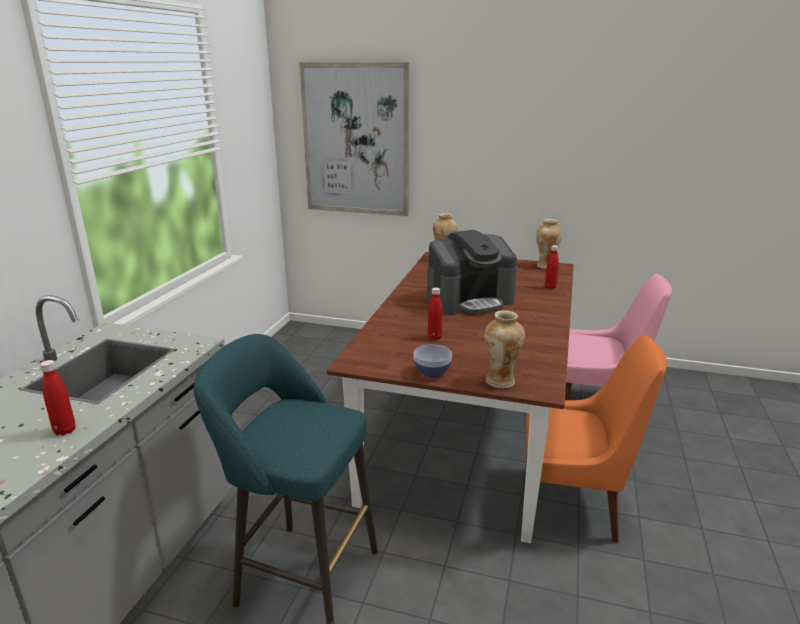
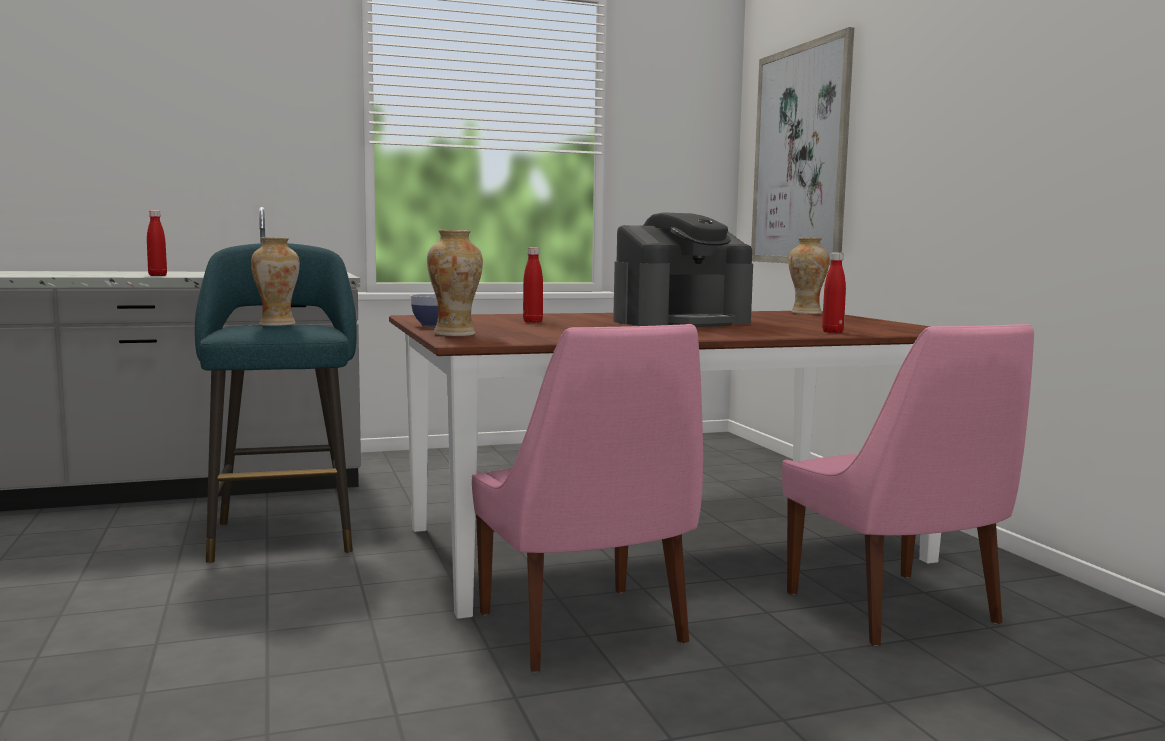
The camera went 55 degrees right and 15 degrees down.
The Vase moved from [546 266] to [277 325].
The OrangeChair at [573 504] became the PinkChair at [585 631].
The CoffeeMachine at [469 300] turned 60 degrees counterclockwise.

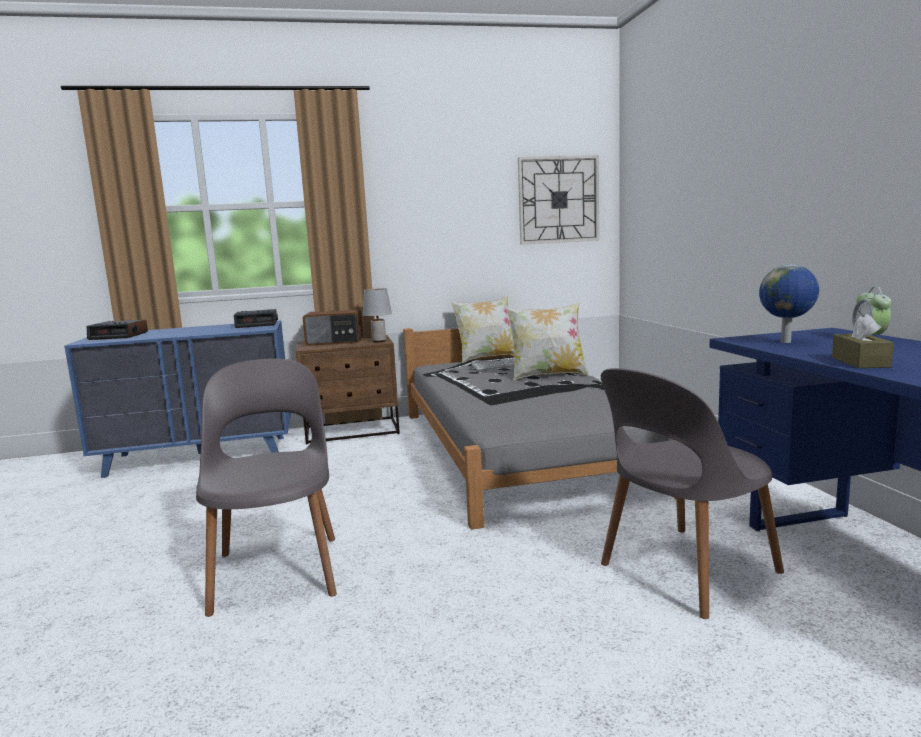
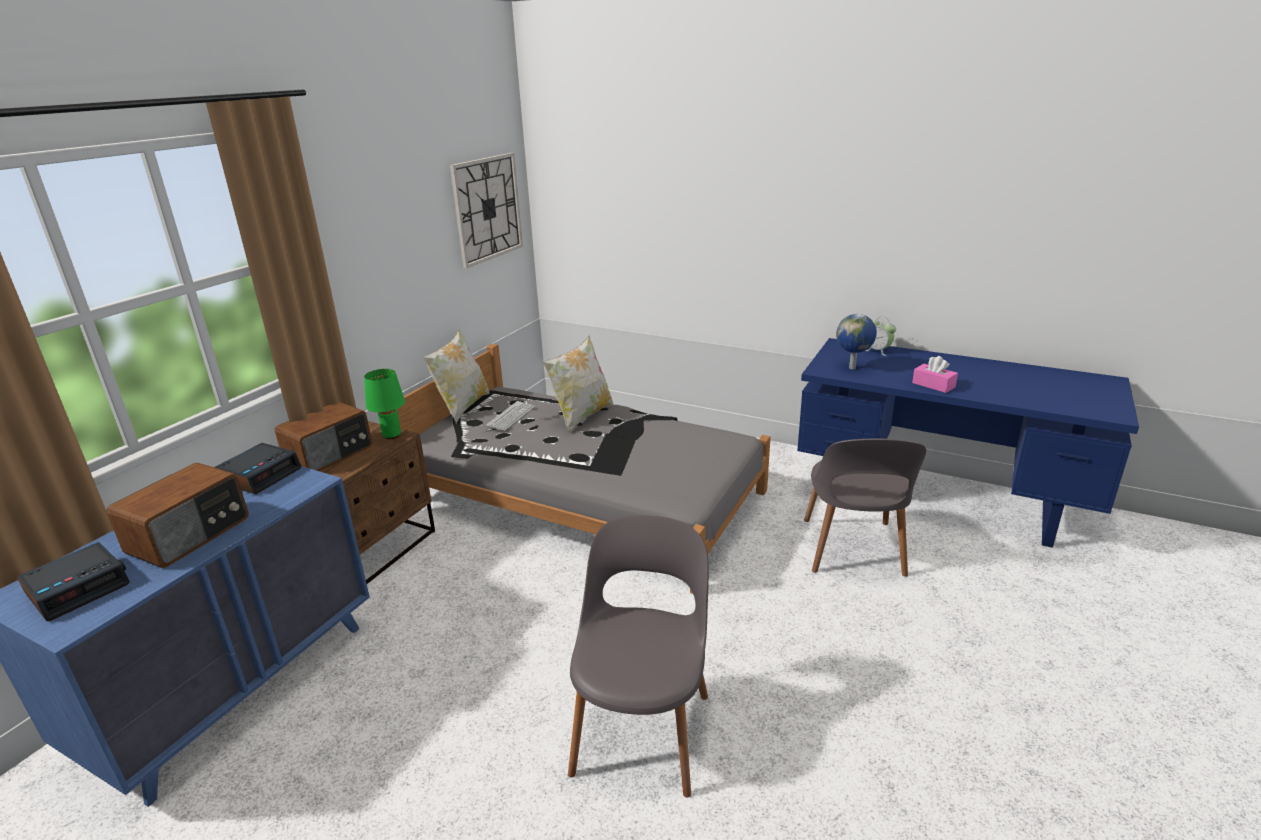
The camera went 50 degrees left and 15 degrees up.
The Radio at [191 535] appeared.
The GreyTableLamp at [378 341] became the GreenTableLamp at [391 436].
The GreyChair at [277 569] turned 75 degrees clockwise.
The BrownTissueBox at [860 362] became the PinkTissueBox at [933 385].

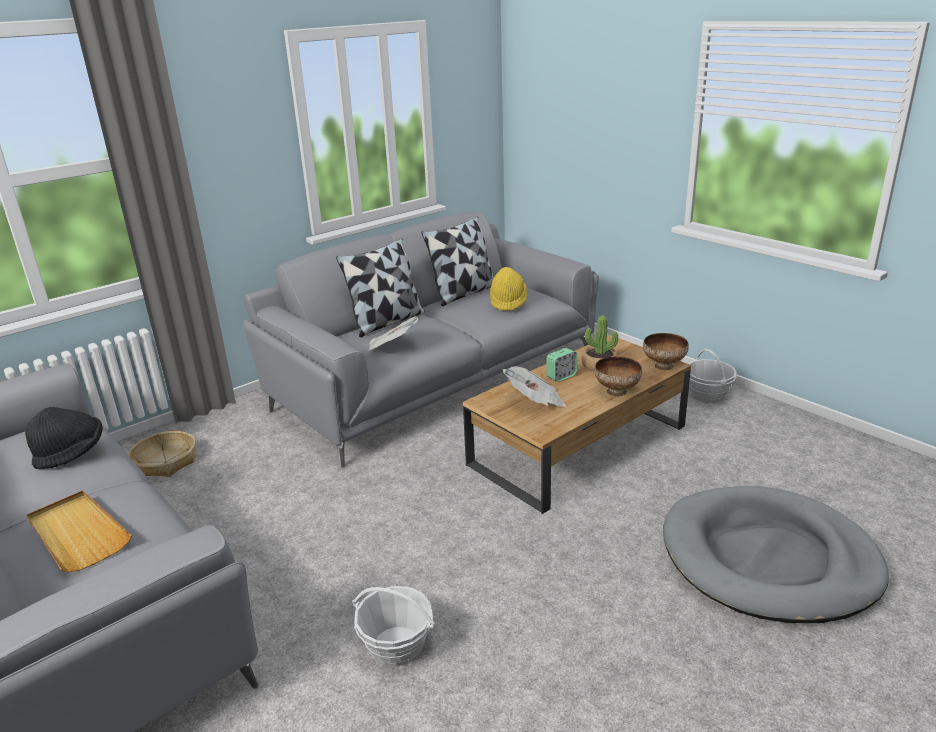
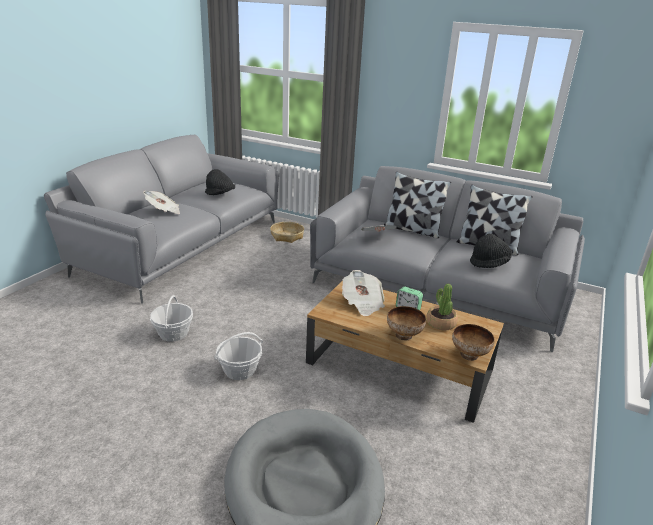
The camera went 65 degrees right and 0 degrees up.
The BeigeTray at [78 534] was replaced by the Newspaper at [163 211].
The Basket moved from [707 395] to [239 370].
The YellowHat at [508 302] became the BlackHat at [489 263].

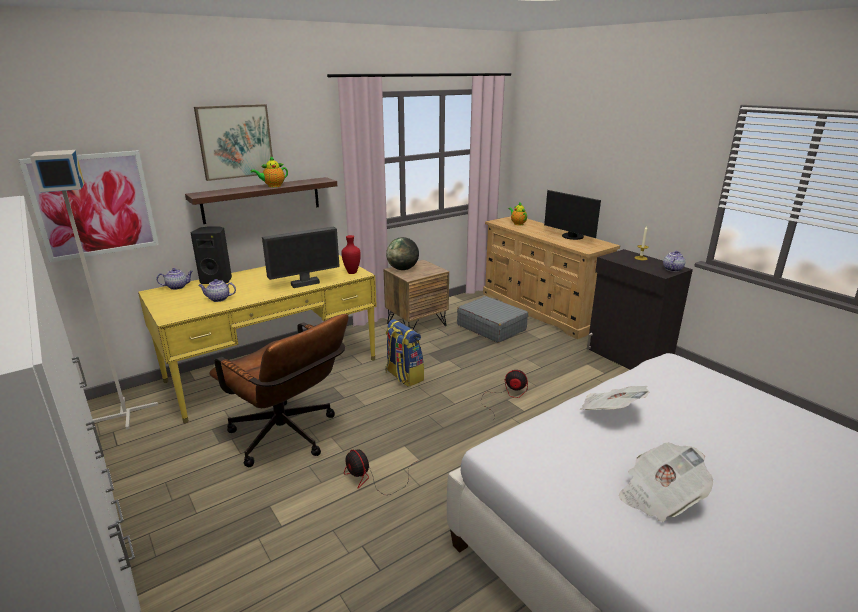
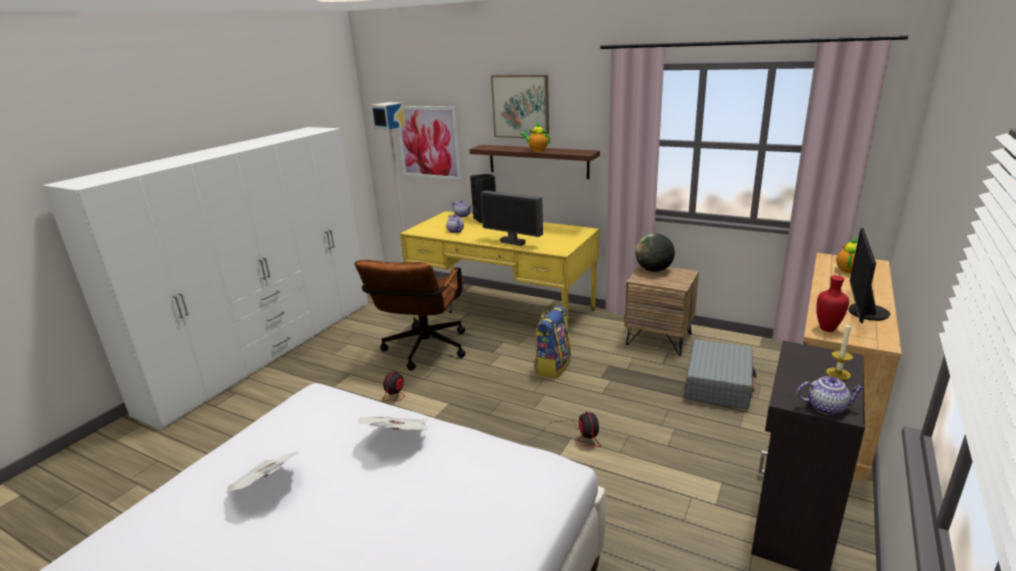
The camera went 65 degrees right and 0 degrees up.
The RedVase moved from [352 272] to [828 329].

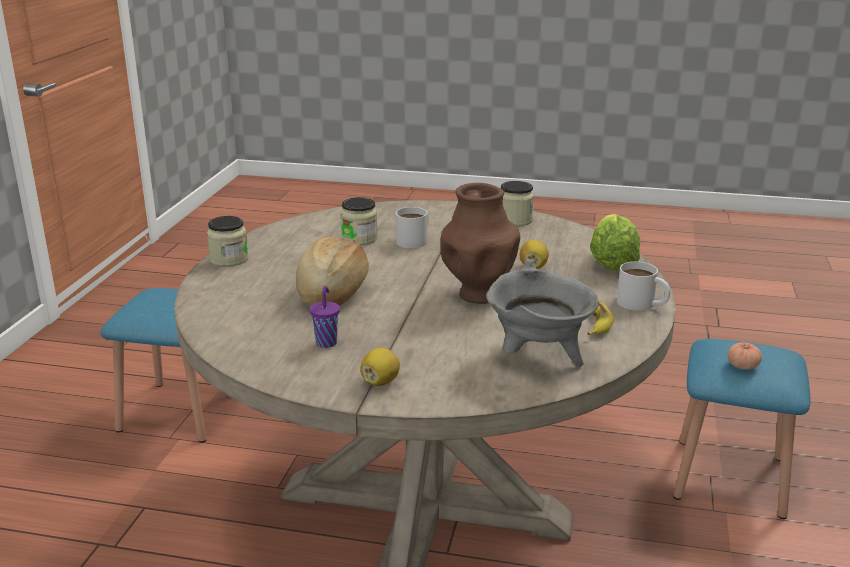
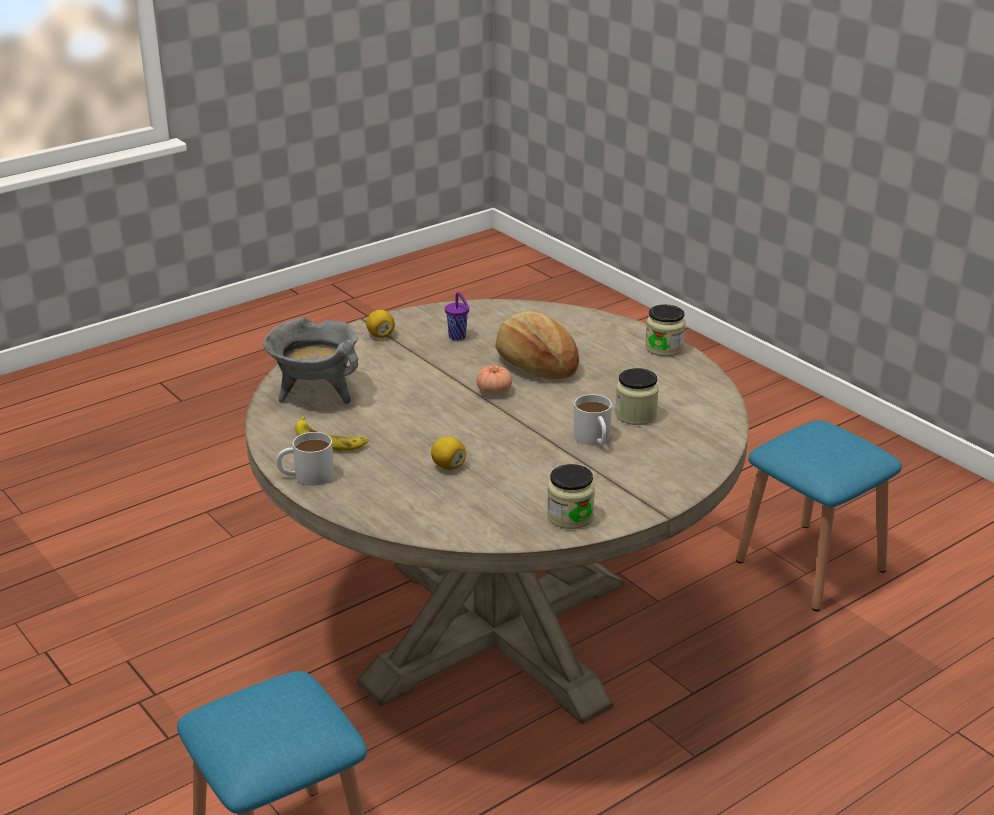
The camera went 130 degrees right and 5 degrees up.
The Tomato moved from [742 366] to [494 391].
The BrownVase at [478 295] disappeared.
The Lettuce at [612 263] disappeared.

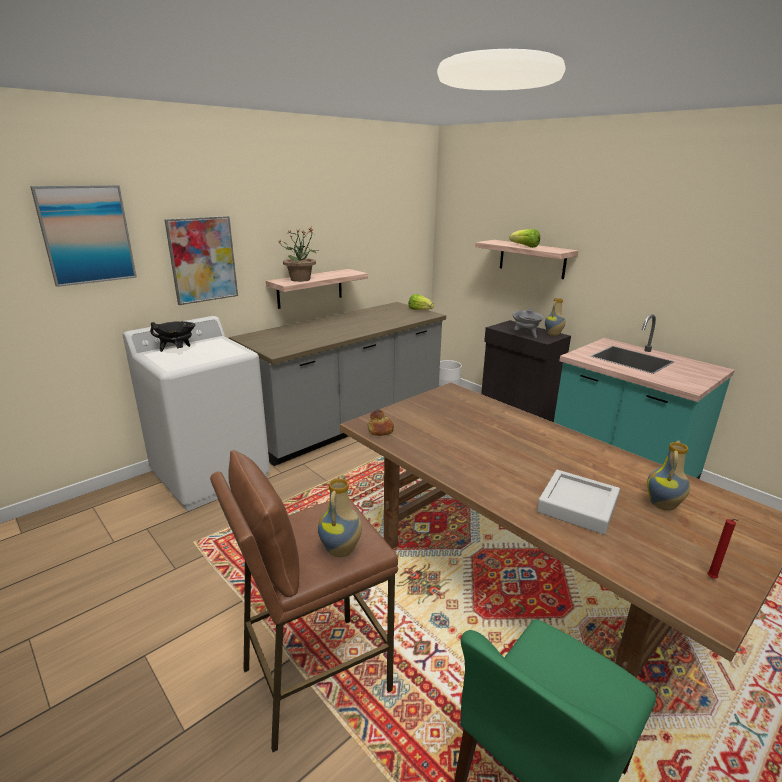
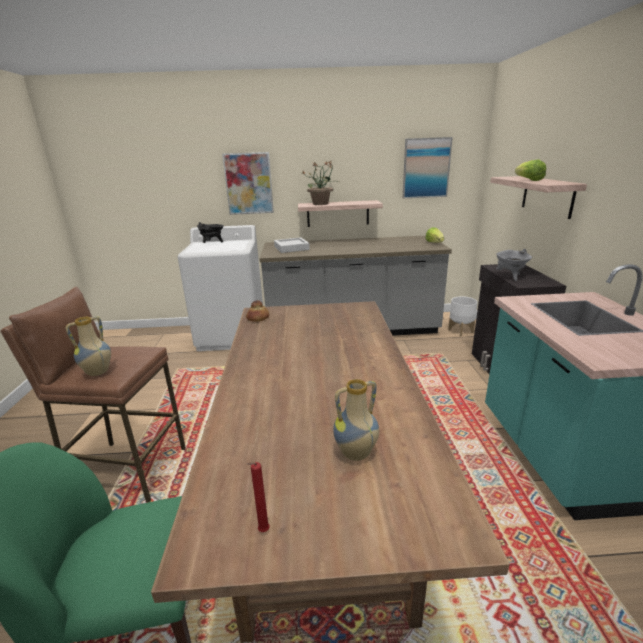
The camera went 40 degrees right and 0 degrees up.
The GreyTray moved from [577 506] to [291 248].
The Picture moved from [86 235] to [426 168].
The Vase at [553 335] disappeared.

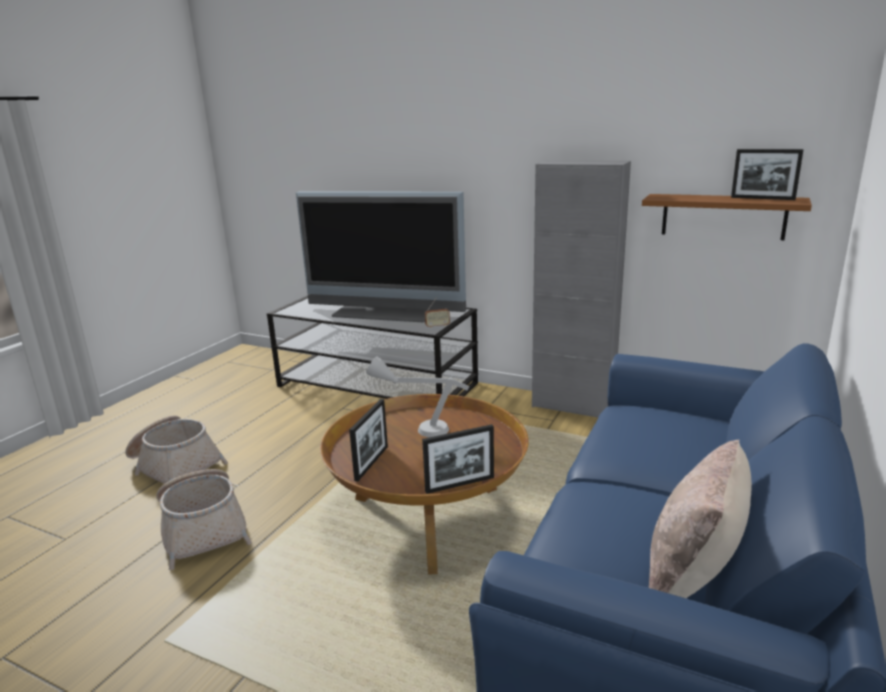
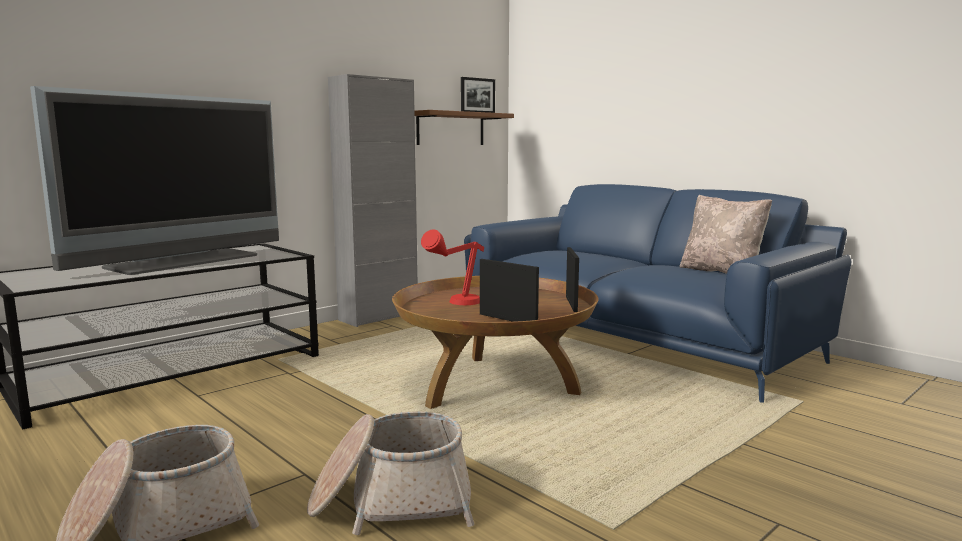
The camera went 70 degrees left and 10 degrees down.
The GreyTableLamp at [417 428] became the RedTableLamp at [456 305].
The Radio at [437 326] disappeared.

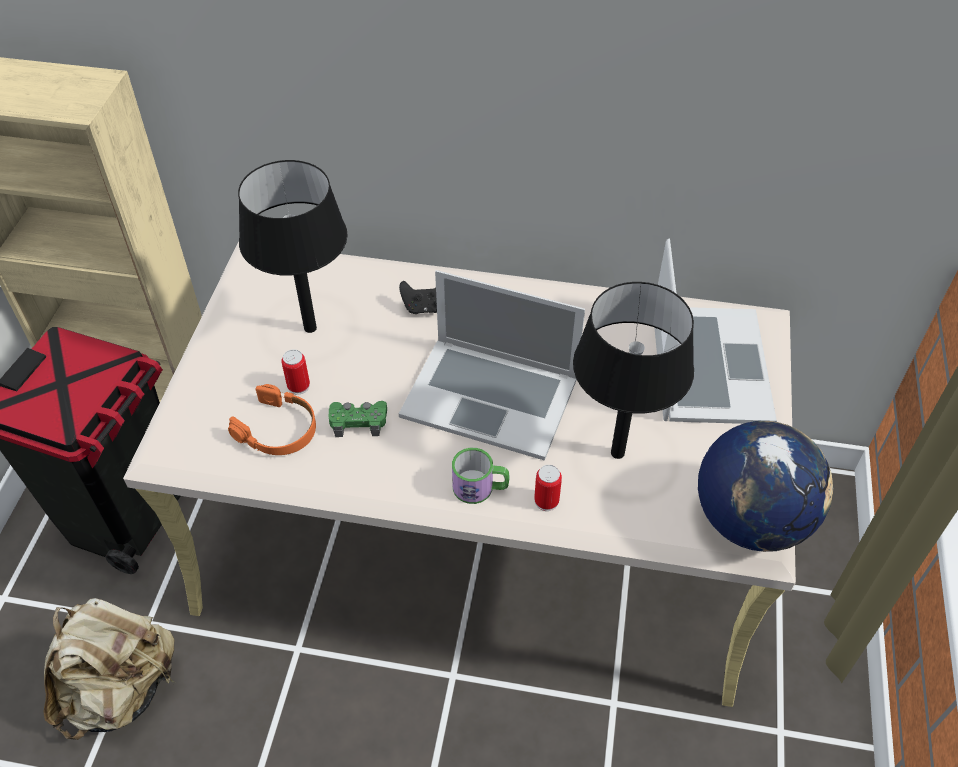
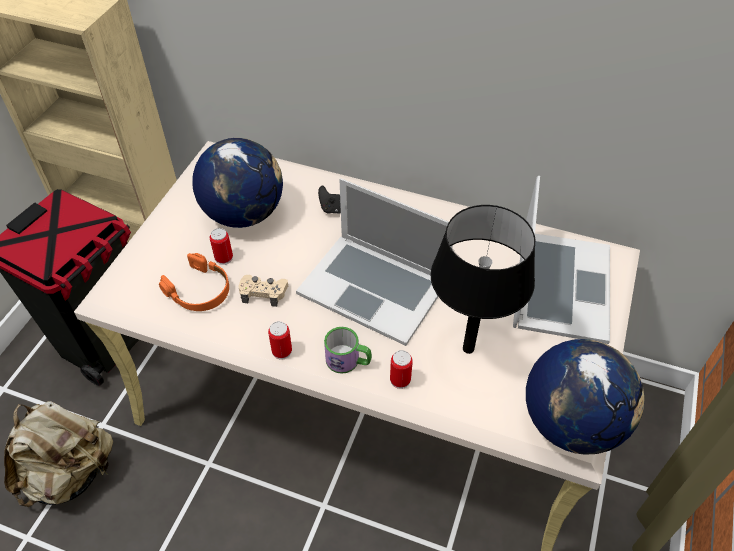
The camera went 10 degrees right and 0 degrees up.
The BlackTableLamp at [310 328] was replaced by the Globe at [244 214].
The GreenGameController at [358 421] became the BeigeGameController at [263 293].
The Can at [282 351] appeared.

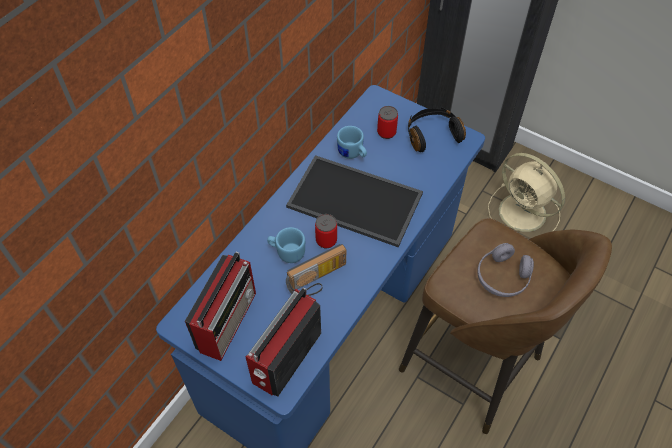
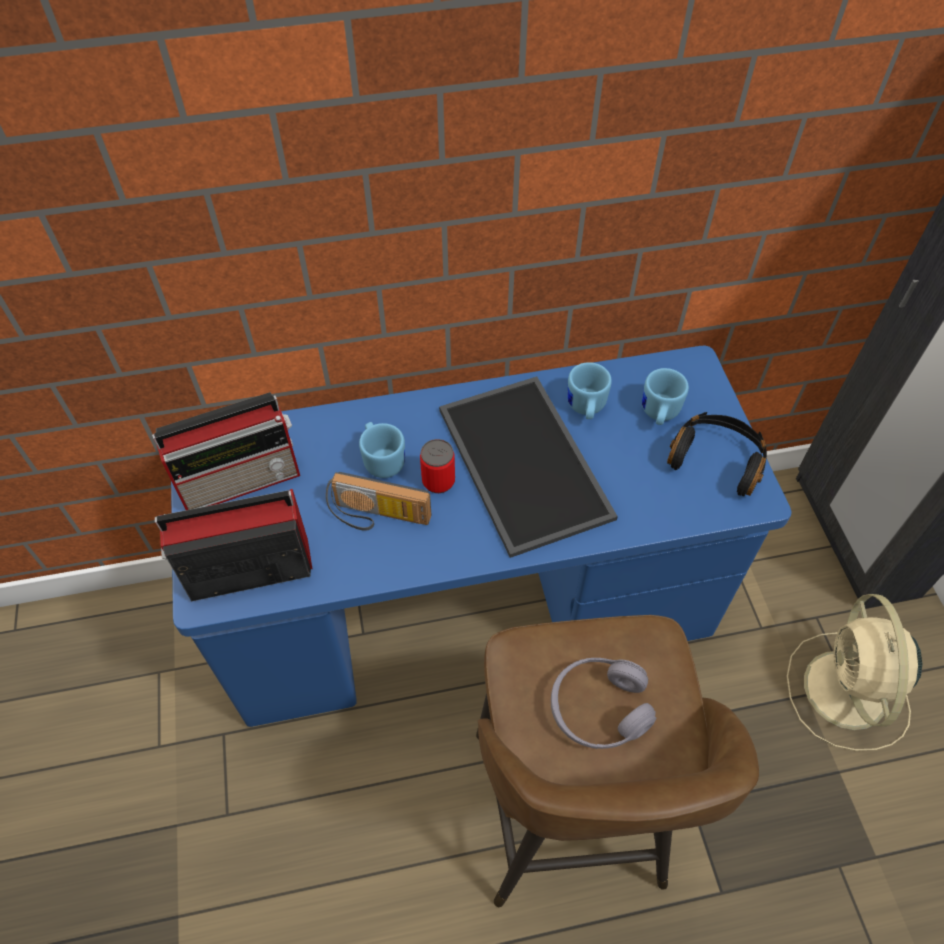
The camera went 45 degrees right and 0 degrees up.
The Can at [386 132] was replaced by the BlueMug at [658 414].

